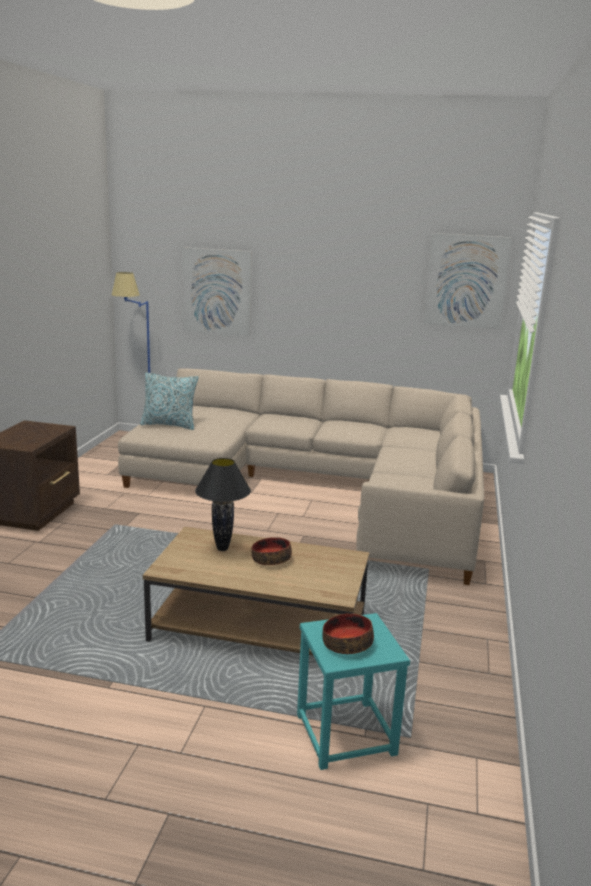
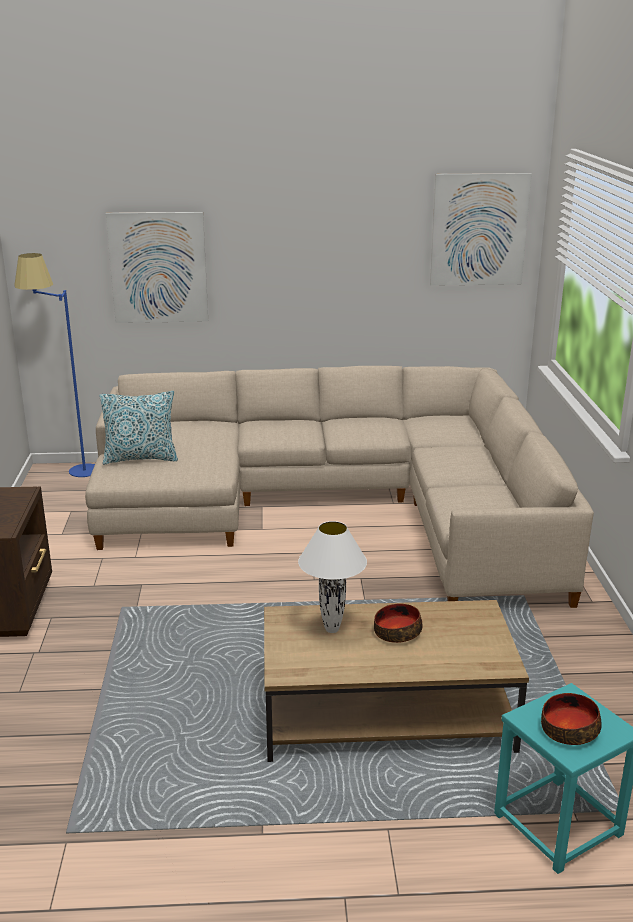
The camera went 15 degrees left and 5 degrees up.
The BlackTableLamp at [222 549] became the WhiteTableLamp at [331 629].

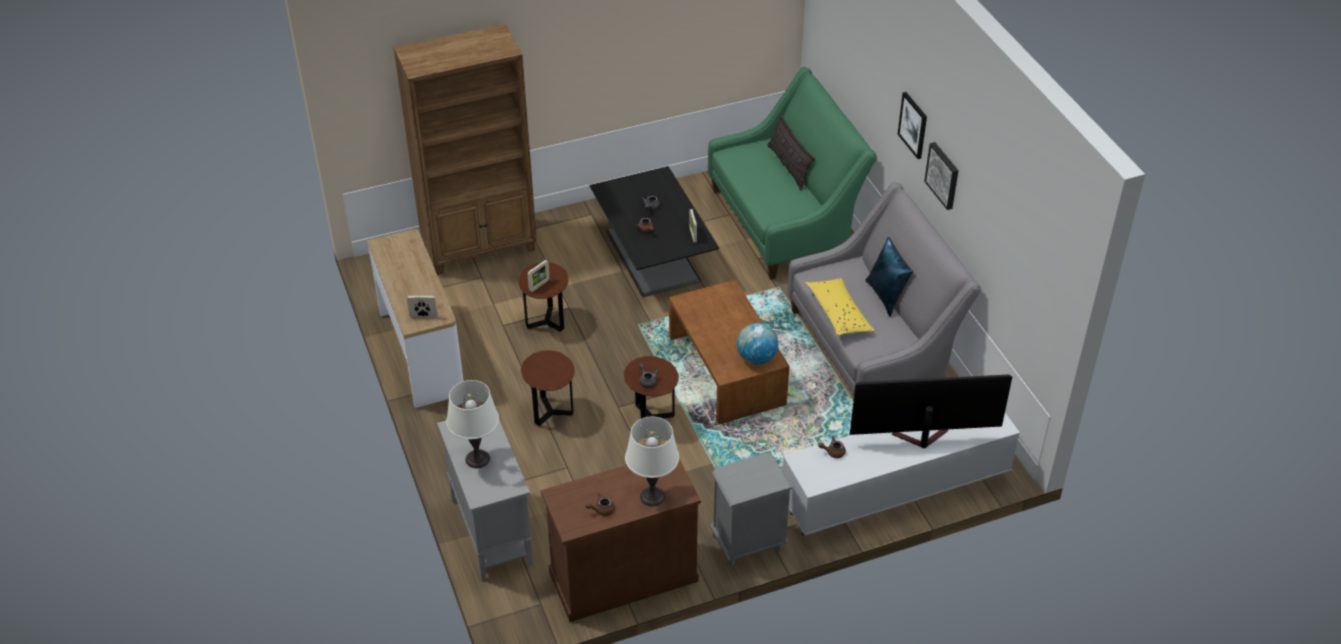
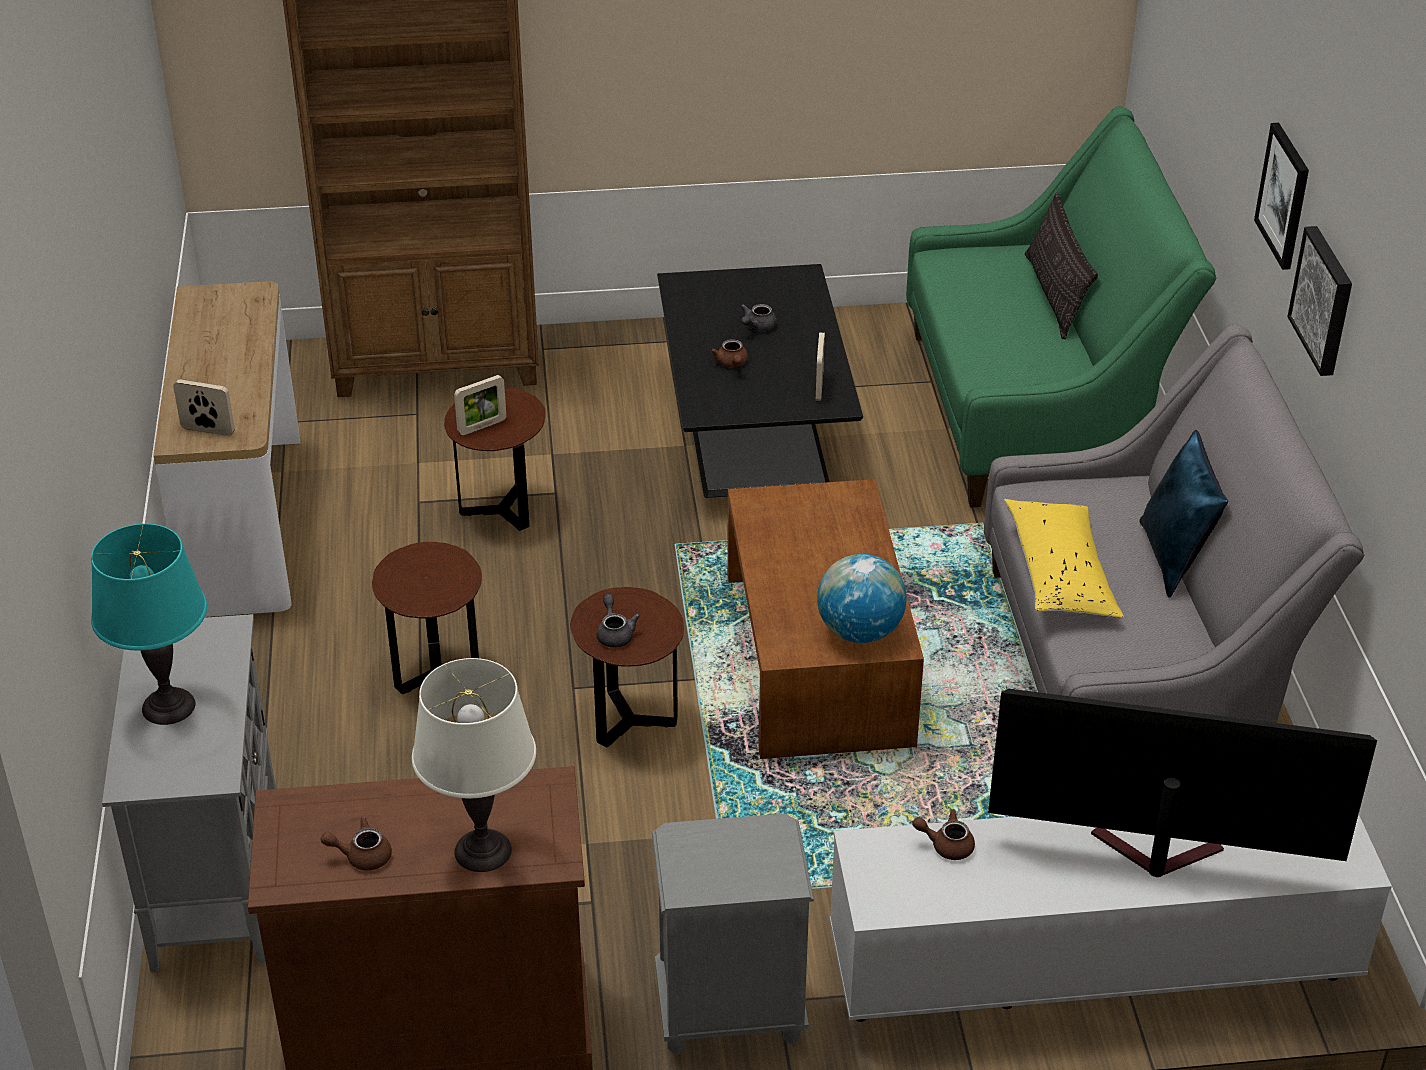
The camera went 15 degrees right and 5 degrees down.
The WhiteTableLamp at [477 459] became the TurquoiseTableLamp at [168 707].

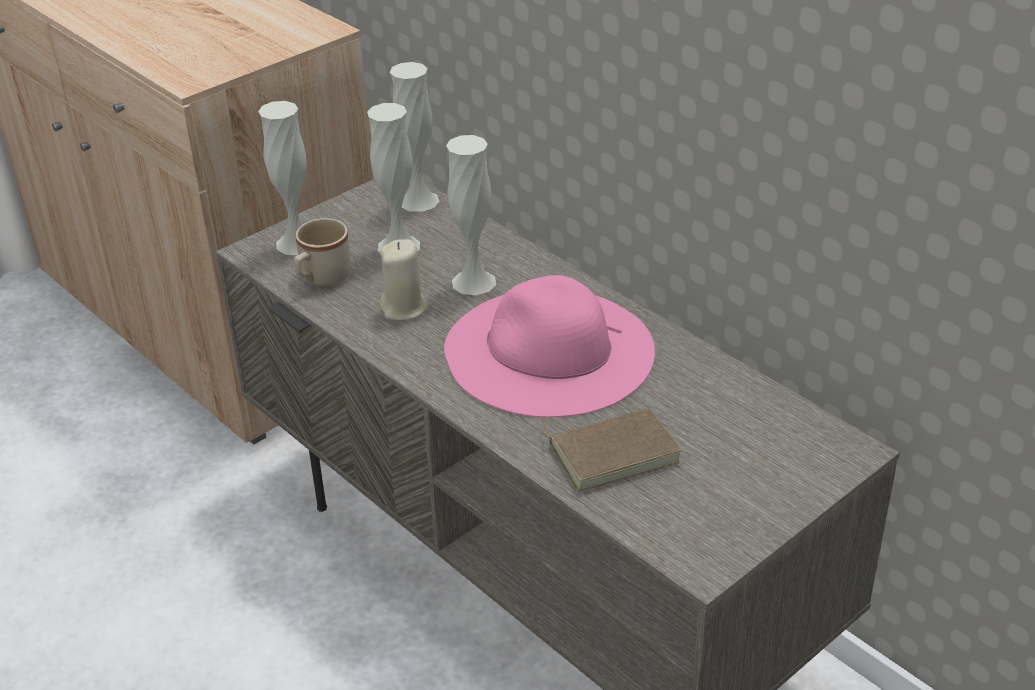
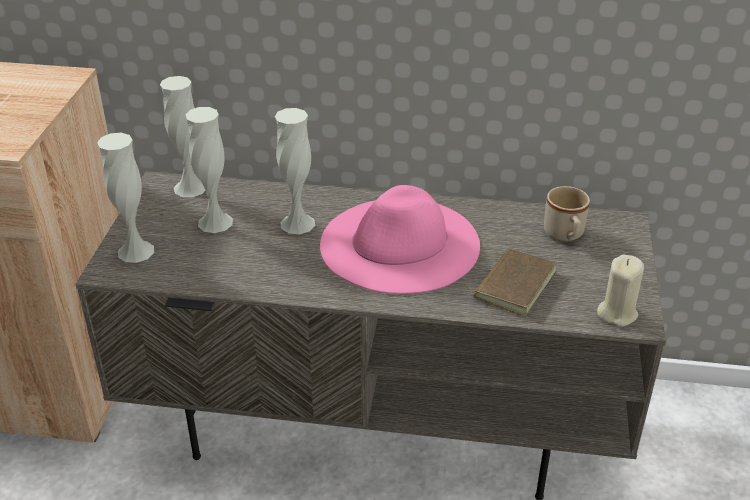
The camera went 40 degrees left and 0 degrees up.
The BeigeMug moved from [321 279] to [565 235].
The BeigeCandle moved from [405 308] to [617 313].

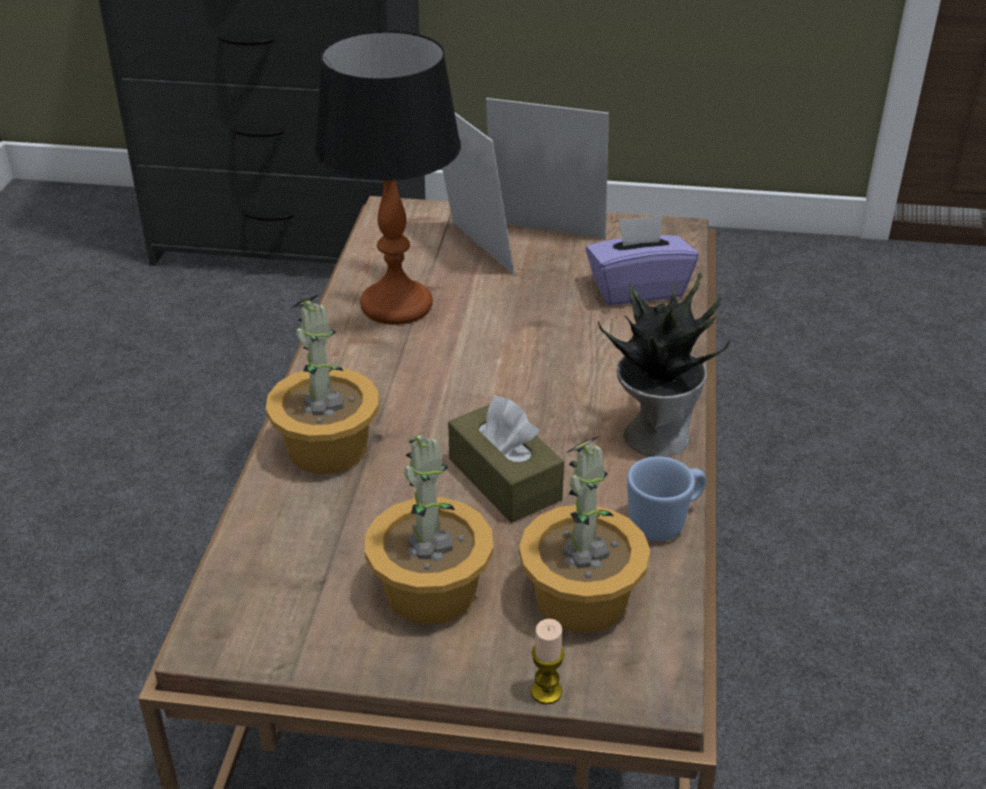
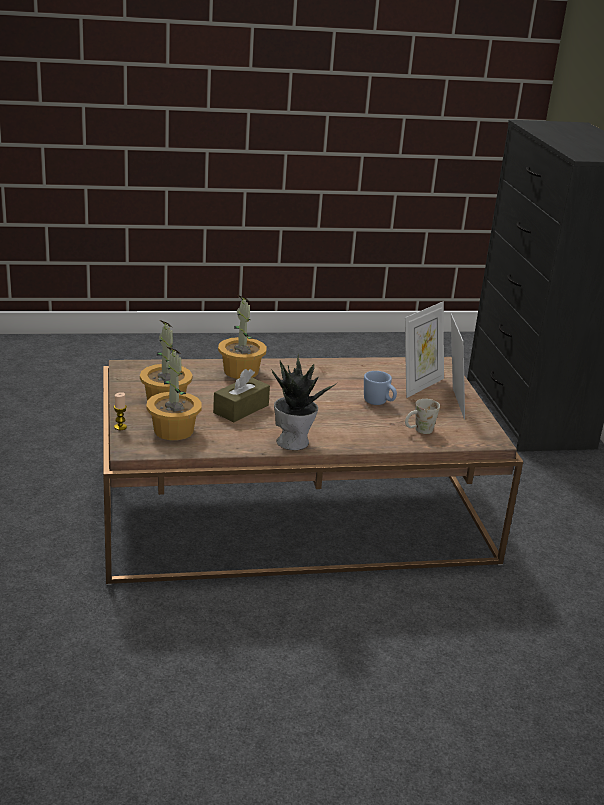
The camera went 70 degrees right and 10 degrees down.
The BlueMug moved from [665 522] to [379 403].
The PurpleTissueBox at [637 289] was replaced by the WhiteMug at [419 431].
The TableLamp at [397 305] disappeared.

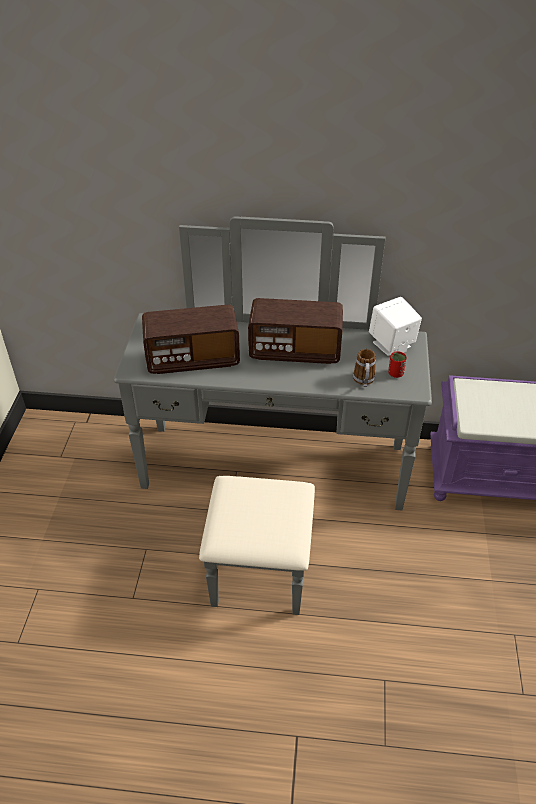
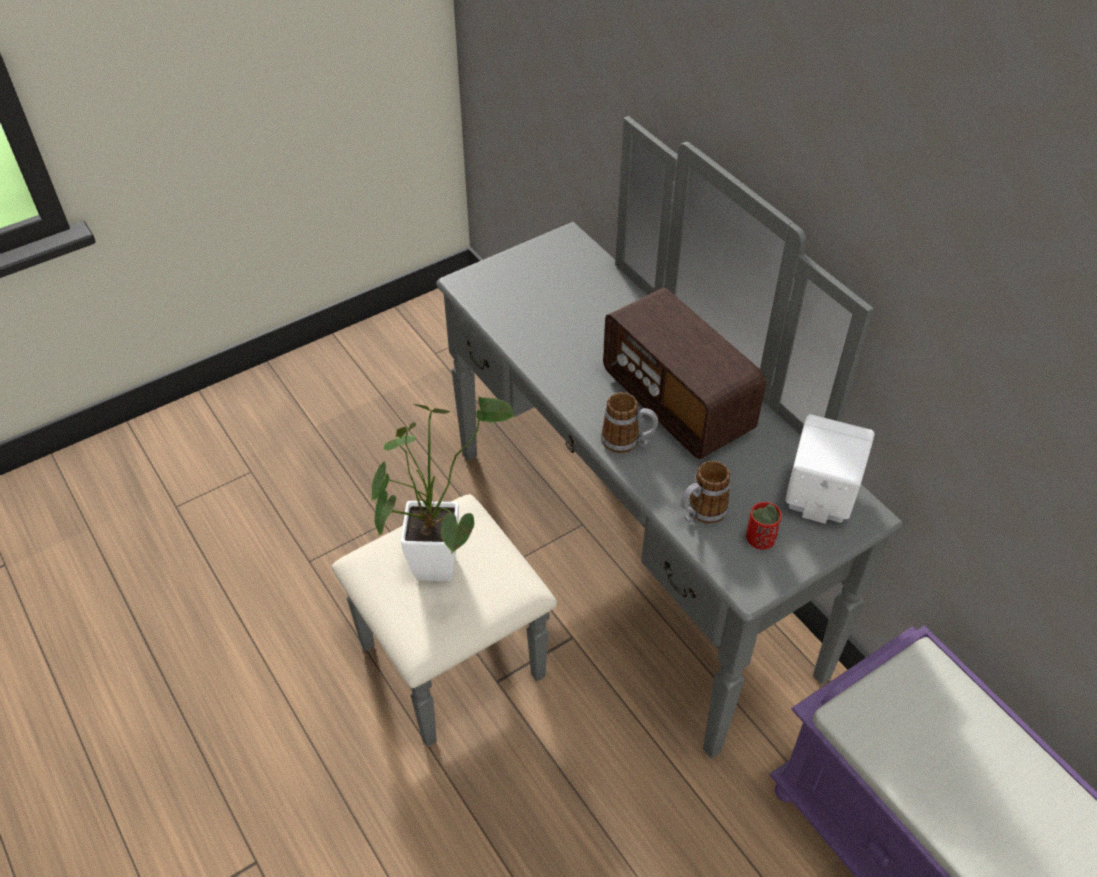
The camera went 50 degrees right and 5 degrees up.
The PottedPlant at [437 557] appeared.
The Mug at [627 442] appeared.
The Radio at [192 359] disappeared.

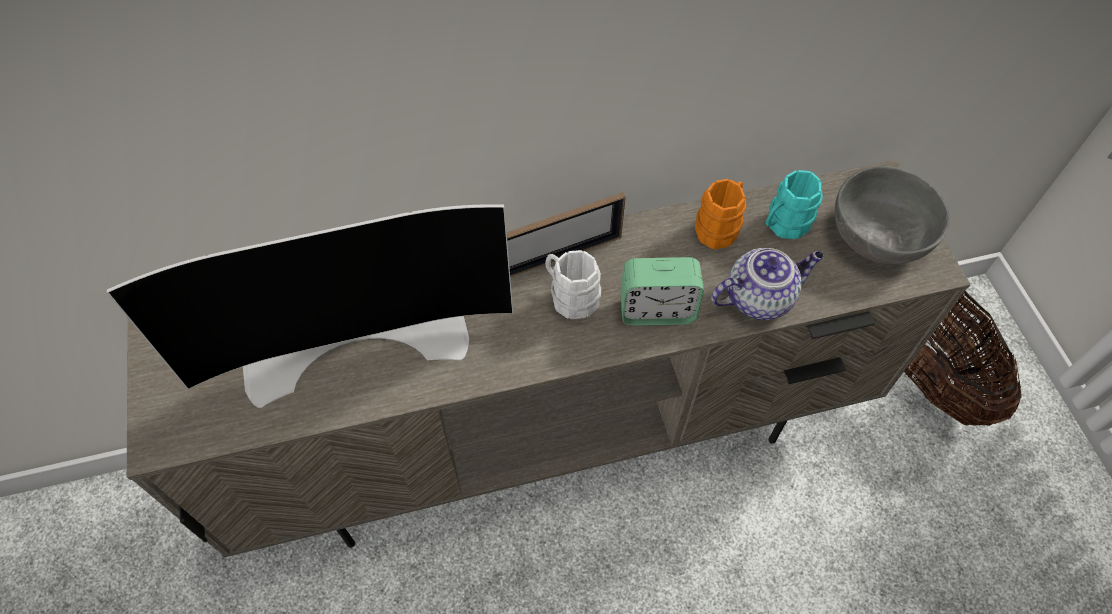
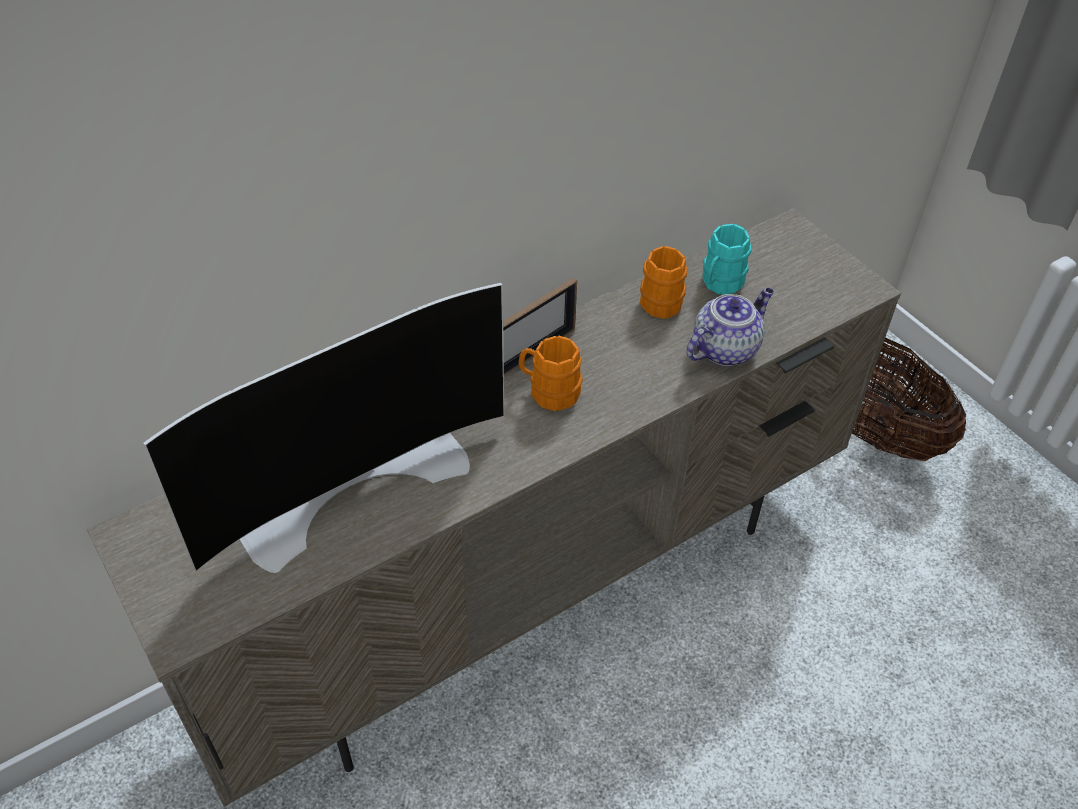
The camera went 20 degrees left and 10 degrees down.
The WhiteMug at [570 296] became the OrangeMug at [549 391].
The AlarmClock at [657 310] disappeared.
The GreyBowl at [879 234] disappeared.

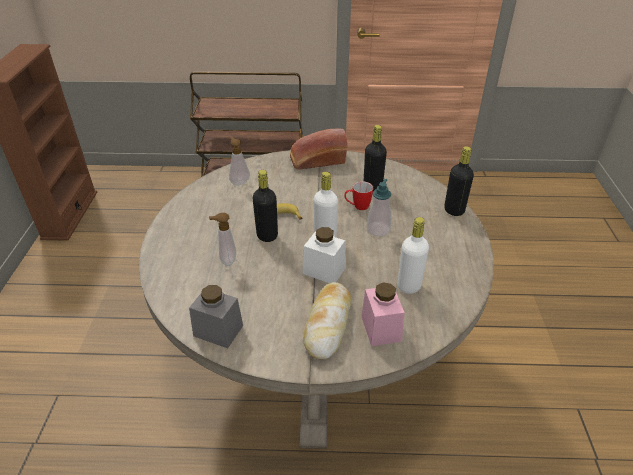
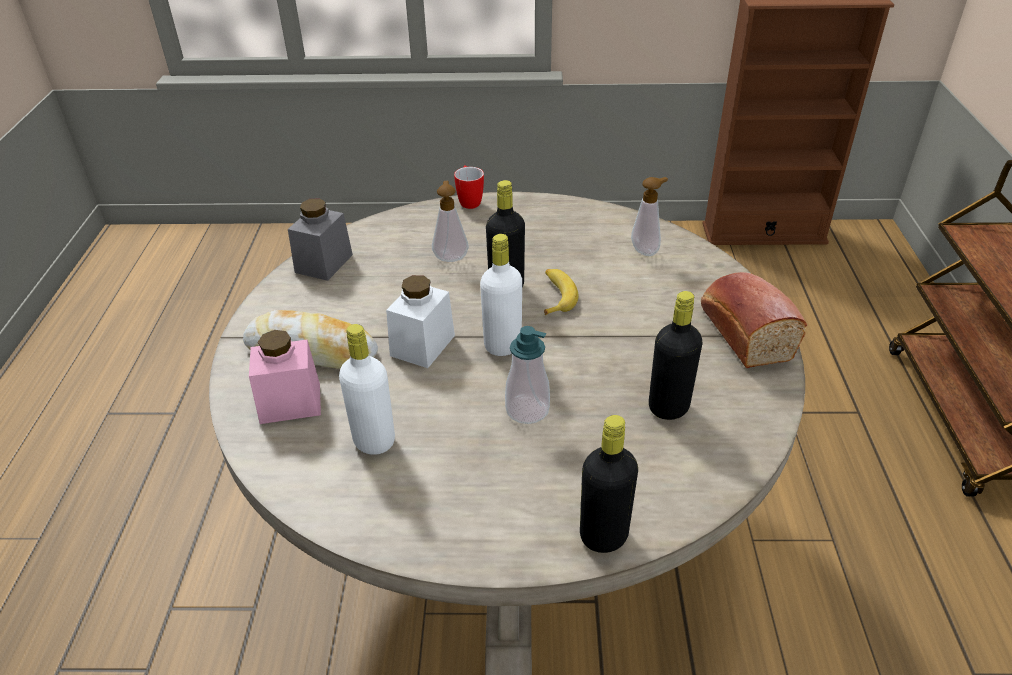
The camera went 90 degrees right and 0 degrees up.
The Mug moved from [357 207] to [469 201].

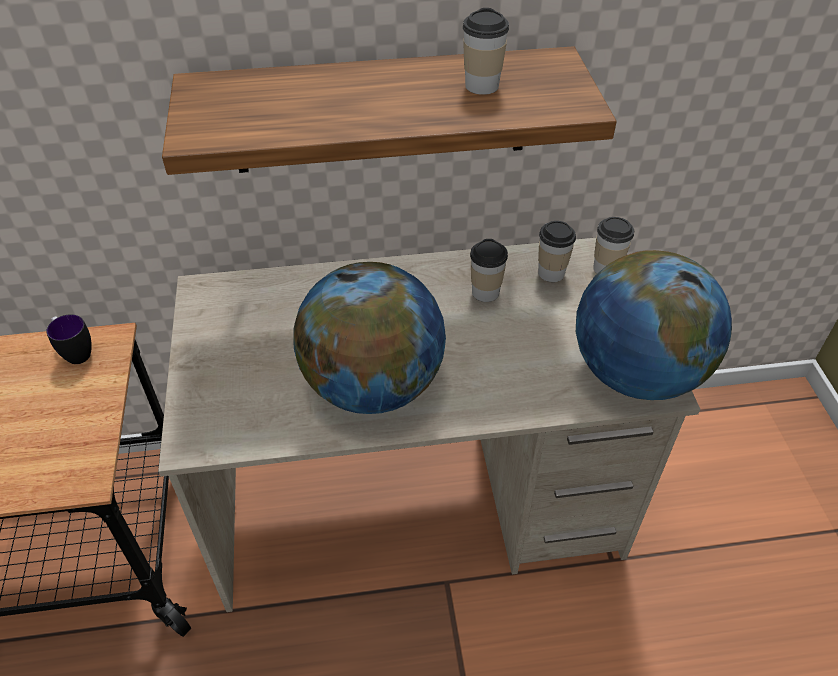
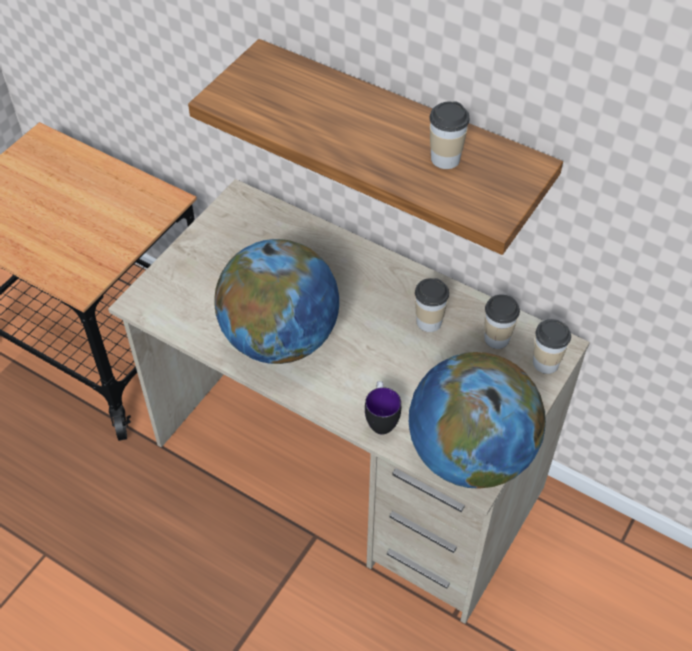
The camera went 40 degrees right and 5 degrees up.
The Mug moved from [75 352] to [381 419].

